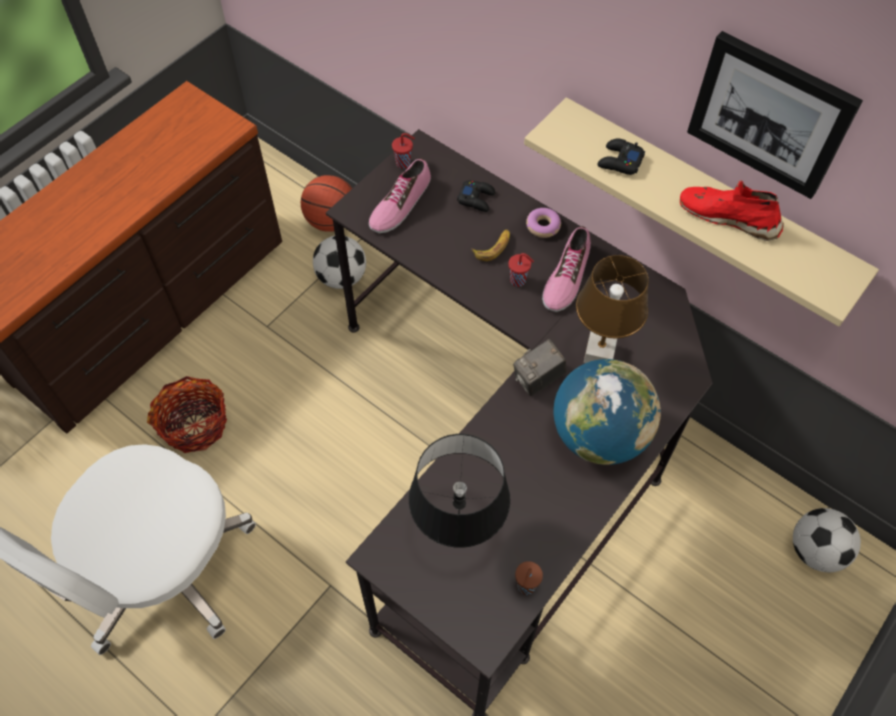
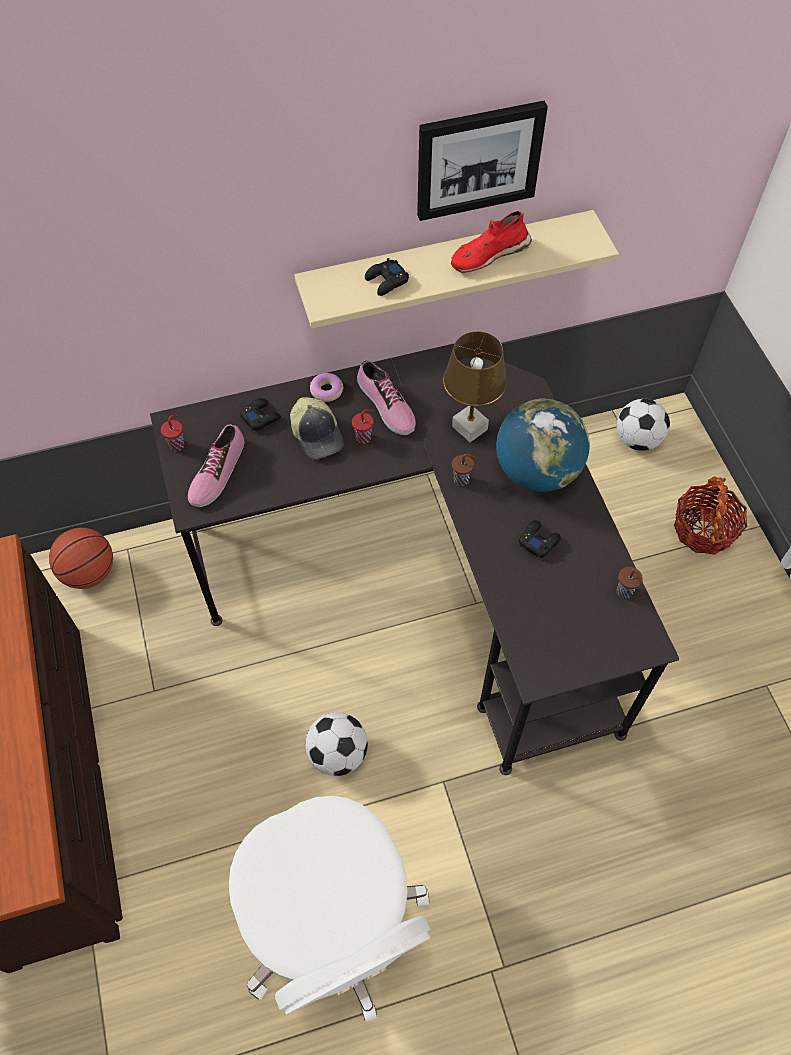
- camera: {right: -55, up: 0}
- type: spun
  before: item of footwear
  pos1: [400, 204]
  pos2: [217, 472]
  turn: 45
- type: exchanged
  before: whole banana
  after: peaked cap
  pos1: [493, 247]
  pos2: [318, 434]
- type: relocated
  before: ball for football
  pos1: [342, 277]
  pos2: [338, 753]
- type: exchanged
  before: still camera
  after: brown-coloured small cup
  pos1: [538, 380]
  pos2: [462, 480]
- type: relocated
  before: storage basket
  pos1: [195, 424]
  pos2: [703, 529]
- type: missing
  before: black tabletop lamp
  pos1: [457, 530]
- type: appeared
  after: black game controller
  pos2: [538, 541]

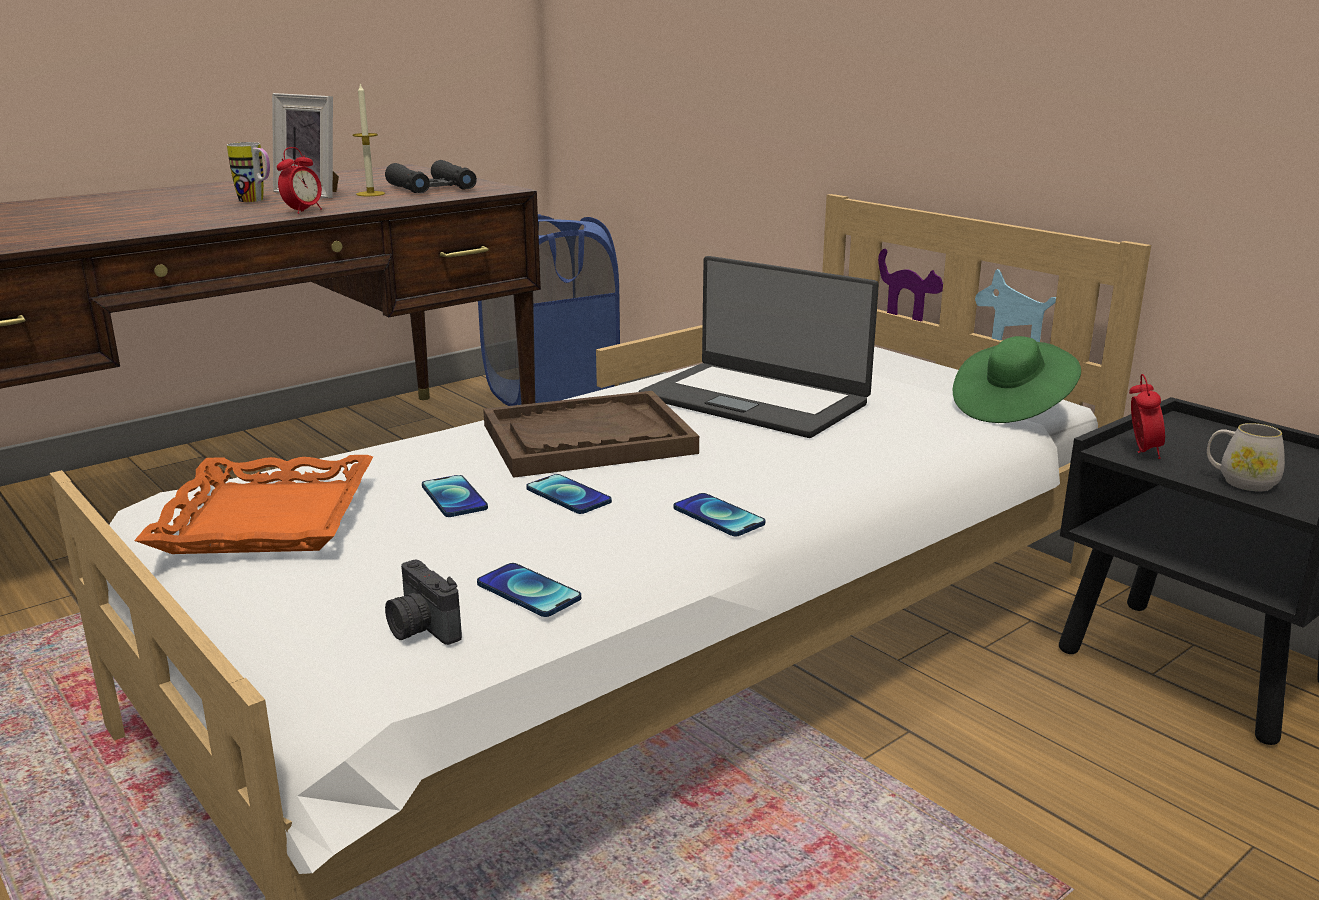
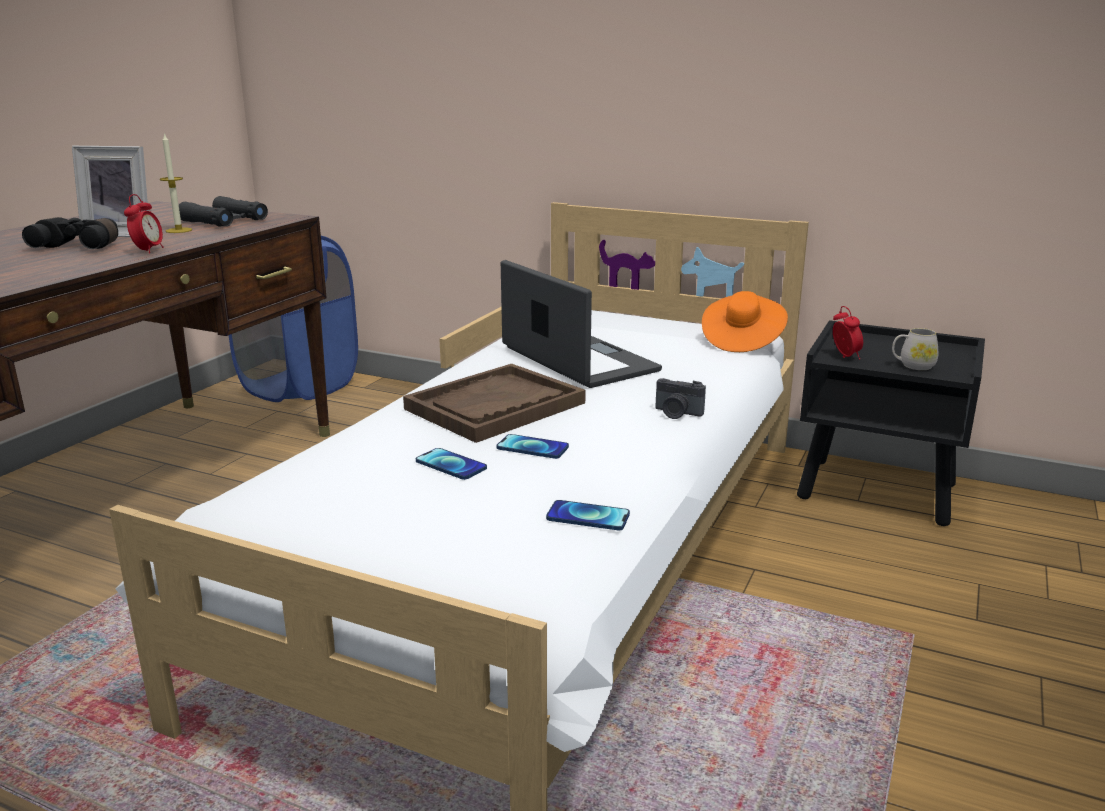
- camera: {right: -25, up: 0}
- type: exchanged
  before: coffee mug
  after: black pair of binoculars
  pos1: [256, 201]
  pos2: [80, 245]
- type: spun
  before: portable computer
  pos1: [755, 400]
  pos2: [577, 360]
  turn: -135
- type: colour
  before: greenish clothing hat
  after: orange-coloured clothing hat
  pos1: [1011, 408]
  pos2: [741, 341]
- type: missing
  before: orange-coloured carrying tray
  pos1: [269, 519]
- type: missing
  before: handset
  pos1: [718, 516]
- type: relocated
  before: still camera
  pos1: [421, 629]
  pos2: [677, 413]

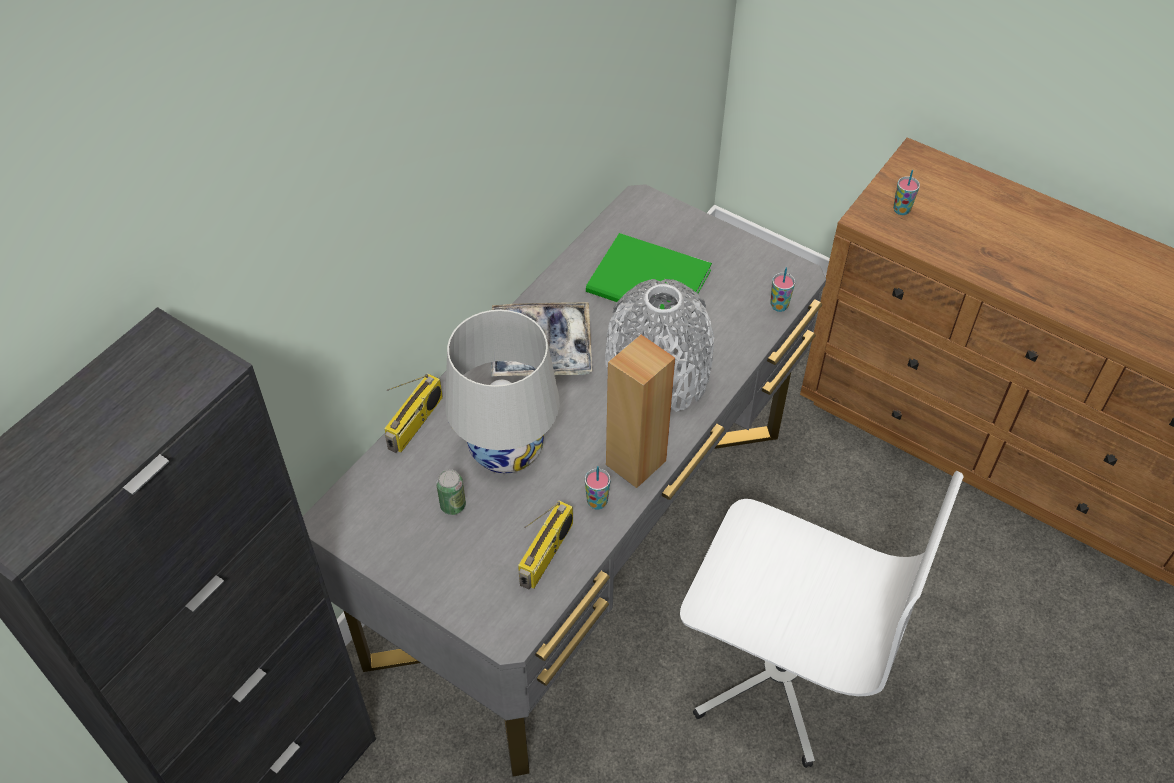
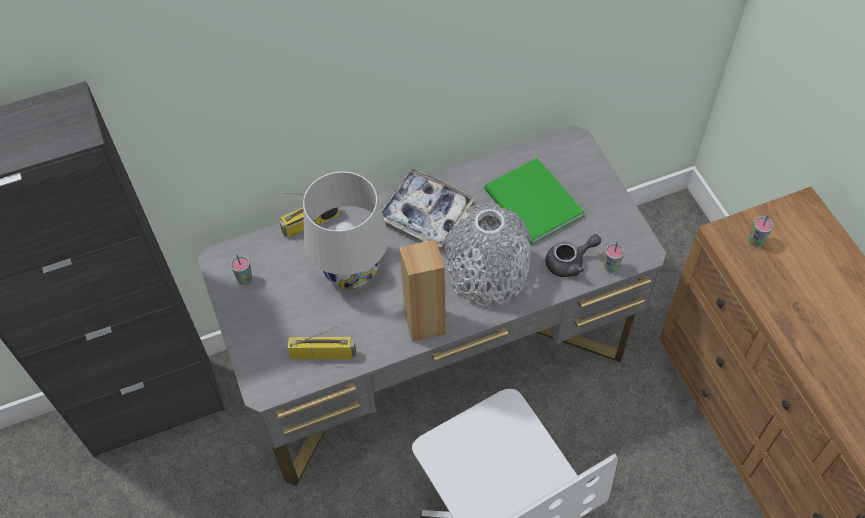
- camera: {right: 35, up: 5}
- type: relocated
  before: small cup
  pos1: [597, 502]
  pos2: [245, 279]
- type: missing
  before: can
  pos1: [453, 505]
- type: spun
  before: radio
  pos1: [546, 555]
  pos2: [323, 353]
  turn: -150
- type: appeared
  after: grey pot for tea
  pos2: [570, 262]

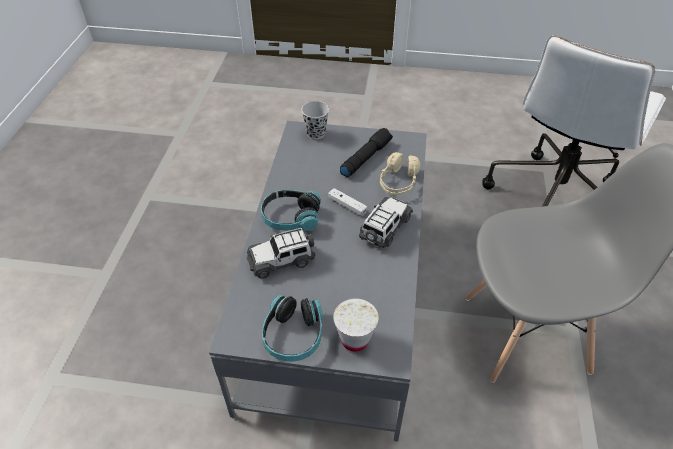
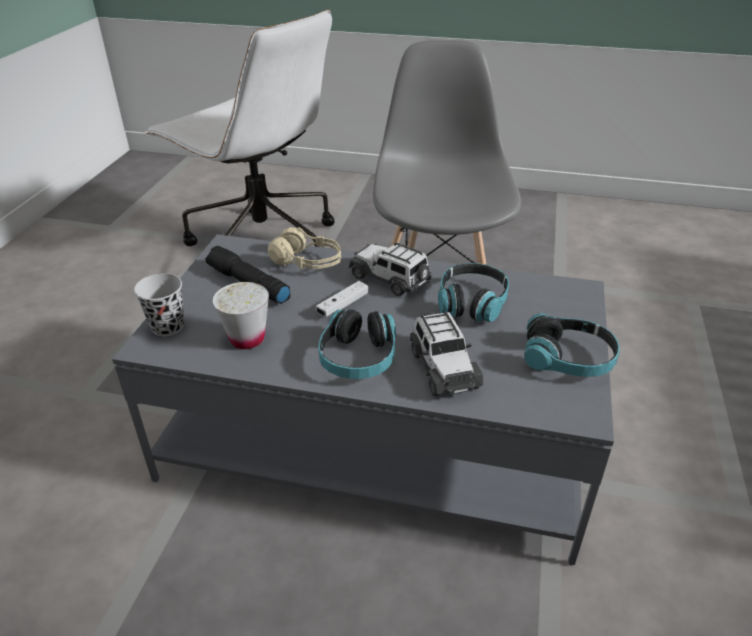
- camera: {right: -85, up: -10}
- type: relocated
  before: whitish small cup
  pos1: [354, 340]
  pos2: [247, 339]
- type: appeared
  after: headset
  pos2: [472, 302]

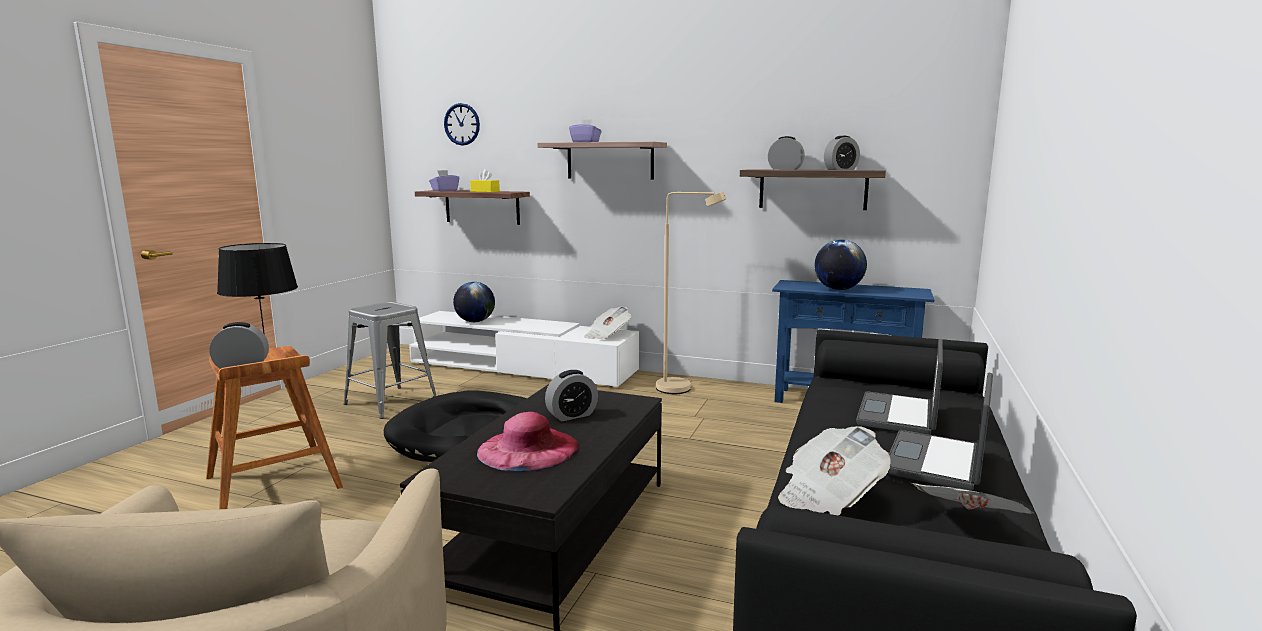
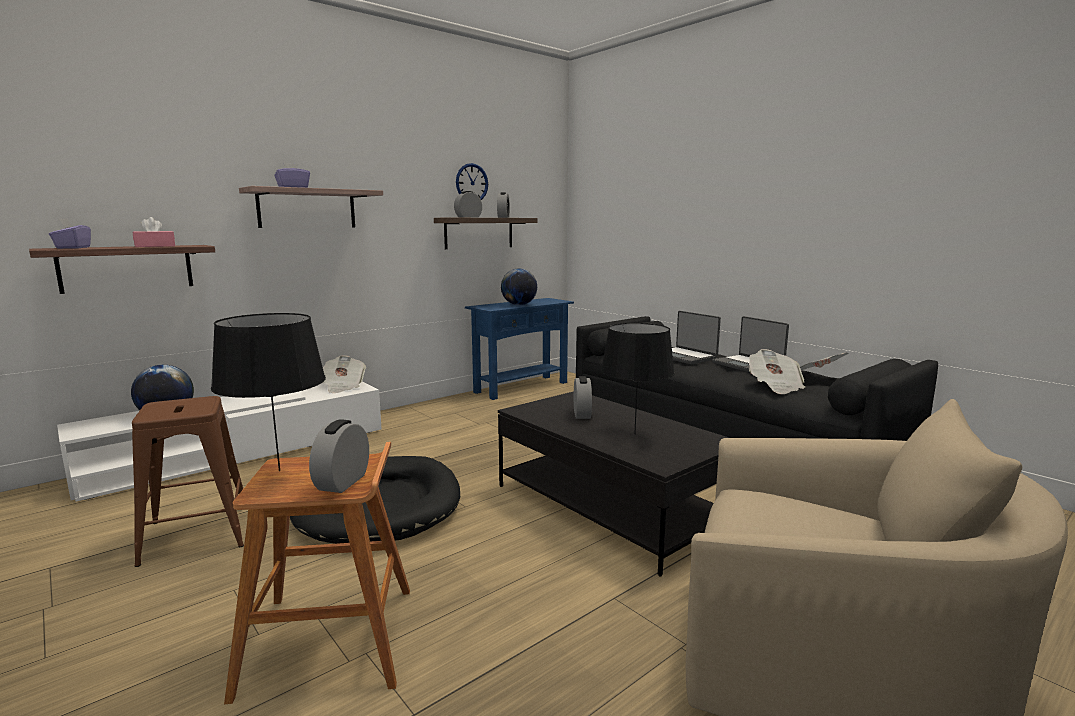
- camera: {right: -60, up: 0}
- type: relocated
  before: wall clock
  pos1: [462, 124]
  pos2: [471, 183]
- type: colour
  before: yellow-coloured tissue box
  after: pinkish tissue box
  pos1: [485, 191]
  pos2: [155, 246]
- type: missing
  before: sand-coloured floor lamp
  pos1: [682, 389]
- type: colour
  before: grey stool
  after: brown-coloured stool
  pos1: [391, 402]
  pos2: [196, 534]
- type: exchanged
  before: pinkish clothing hat
  after: black tabletop lamp
  pos1: [528, 448]
  pos2: [635, 433]

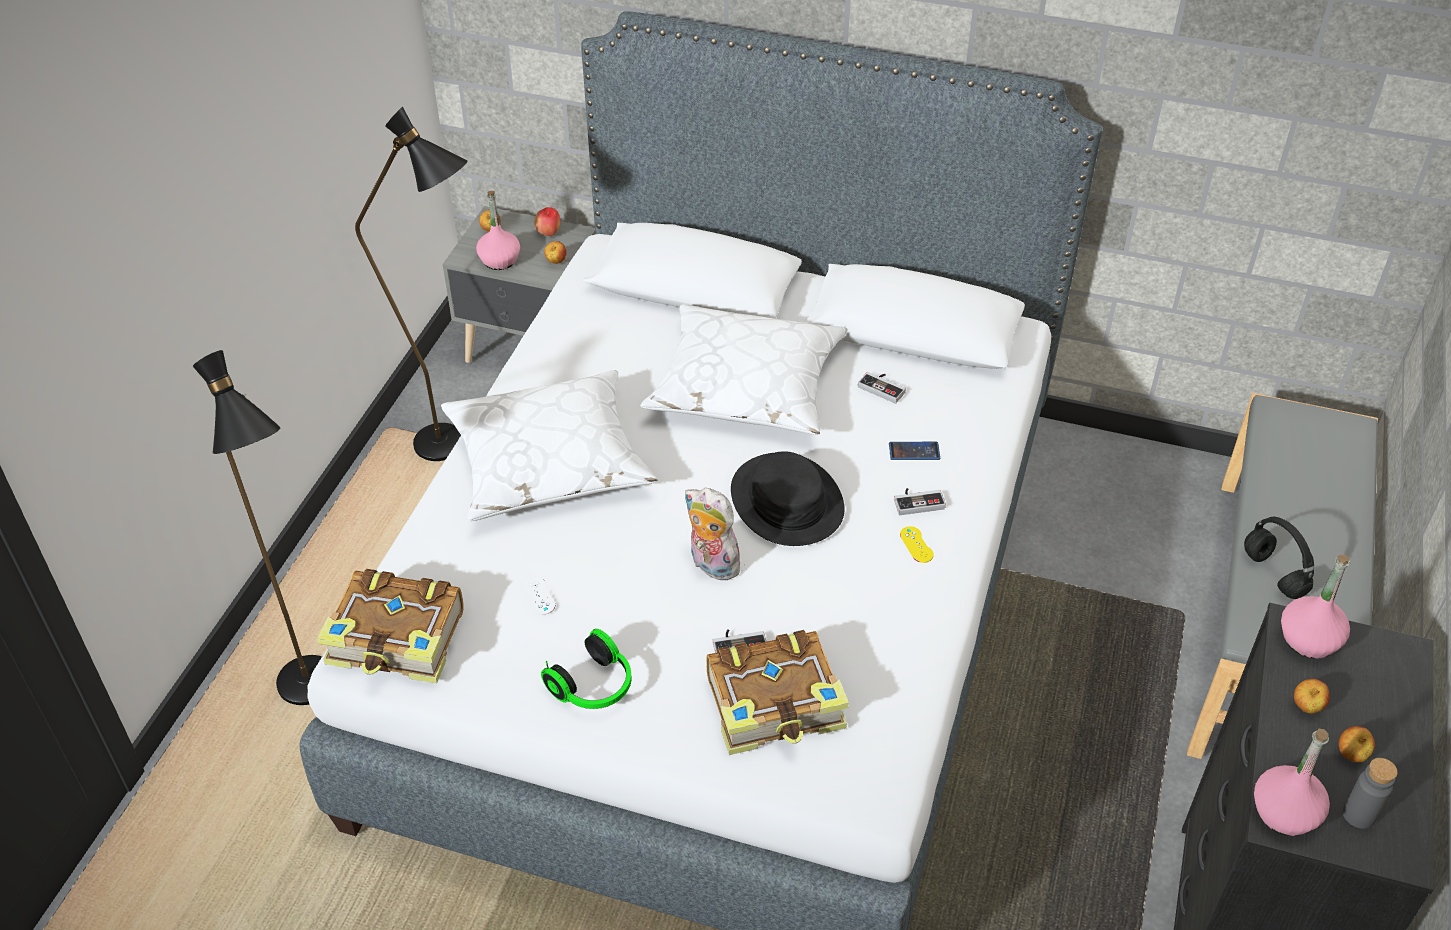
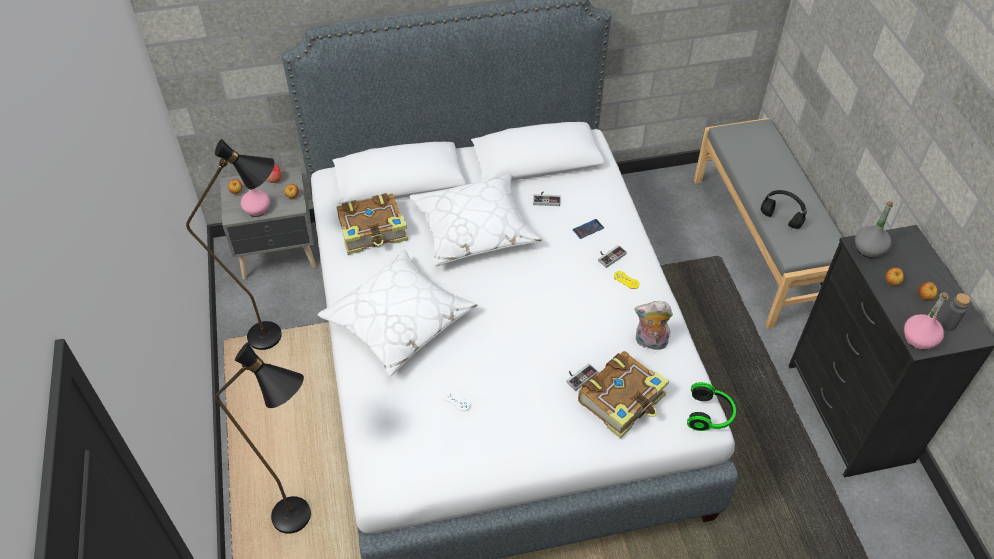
- camera: {right: -30, up: 5}
- type: missing
  before: black clothing hat
  pos1: [786, 501]
- type: relocated
  before: cuddly toy
  pos1: [711, 565]
  pos2: [650, 343]
- type: colour
  before: pinkish drink bottle
  after: grey drink bottle
  pos1: [1308, 639]
  pos2: [869, 249]
- type: relocated
  before: volume
  pos1: [398, 640]
  pos2: [373, 231]
- type: relocated
  before: headset
  pos1: [594, 687]
  pos2: [710, 415]

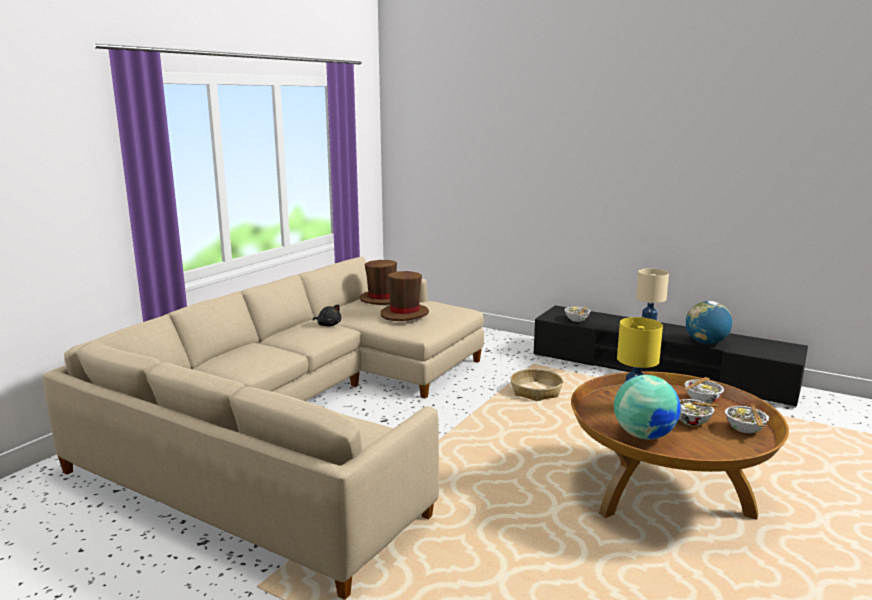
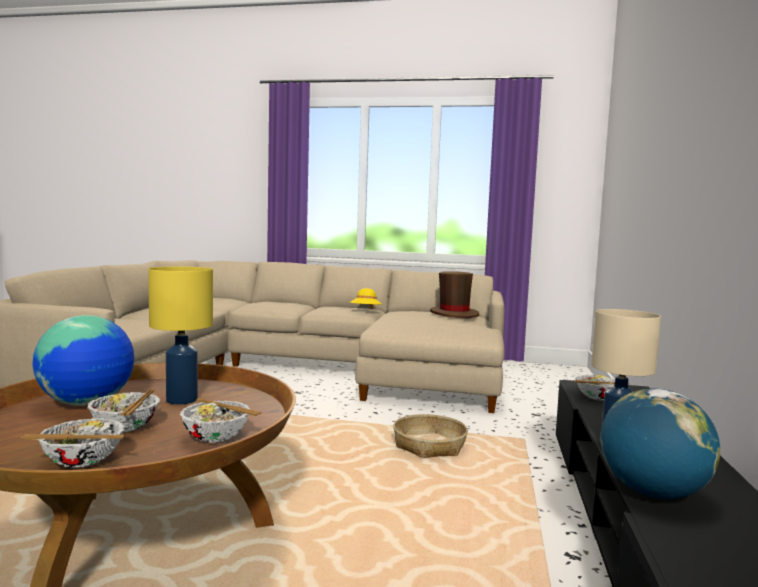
- camera: {right: 70, up: -10}
- type: missing
  before: brown-coloured clothing hat
  pos1: [404, 314]
- type: exchanged
  before: black cuddly toy
  after: yellow-coloured clothing hat
  pos1: [328, 325]
  pos2: [365, 311]

